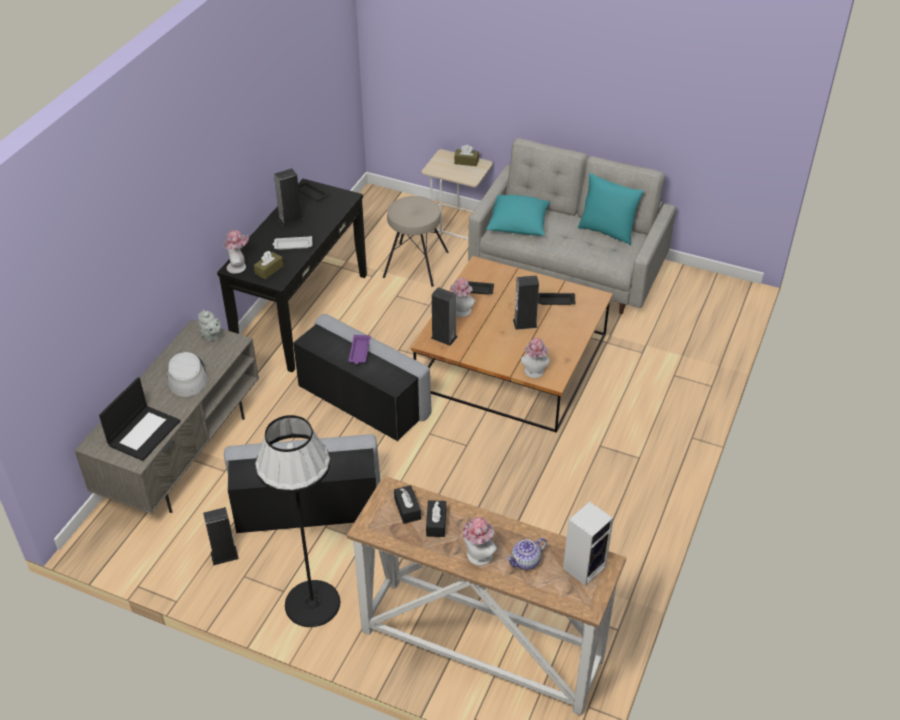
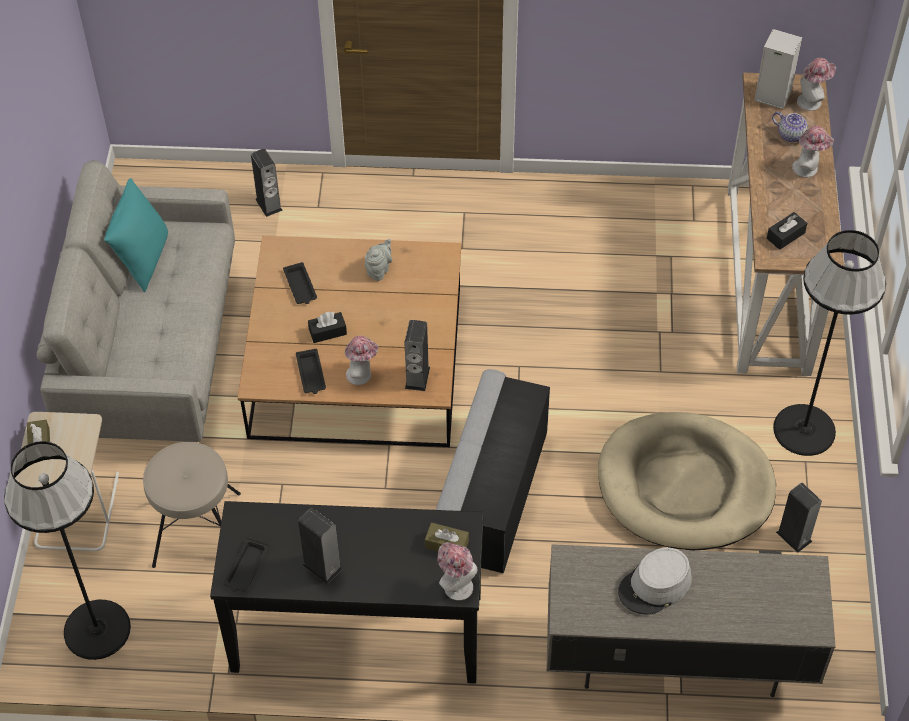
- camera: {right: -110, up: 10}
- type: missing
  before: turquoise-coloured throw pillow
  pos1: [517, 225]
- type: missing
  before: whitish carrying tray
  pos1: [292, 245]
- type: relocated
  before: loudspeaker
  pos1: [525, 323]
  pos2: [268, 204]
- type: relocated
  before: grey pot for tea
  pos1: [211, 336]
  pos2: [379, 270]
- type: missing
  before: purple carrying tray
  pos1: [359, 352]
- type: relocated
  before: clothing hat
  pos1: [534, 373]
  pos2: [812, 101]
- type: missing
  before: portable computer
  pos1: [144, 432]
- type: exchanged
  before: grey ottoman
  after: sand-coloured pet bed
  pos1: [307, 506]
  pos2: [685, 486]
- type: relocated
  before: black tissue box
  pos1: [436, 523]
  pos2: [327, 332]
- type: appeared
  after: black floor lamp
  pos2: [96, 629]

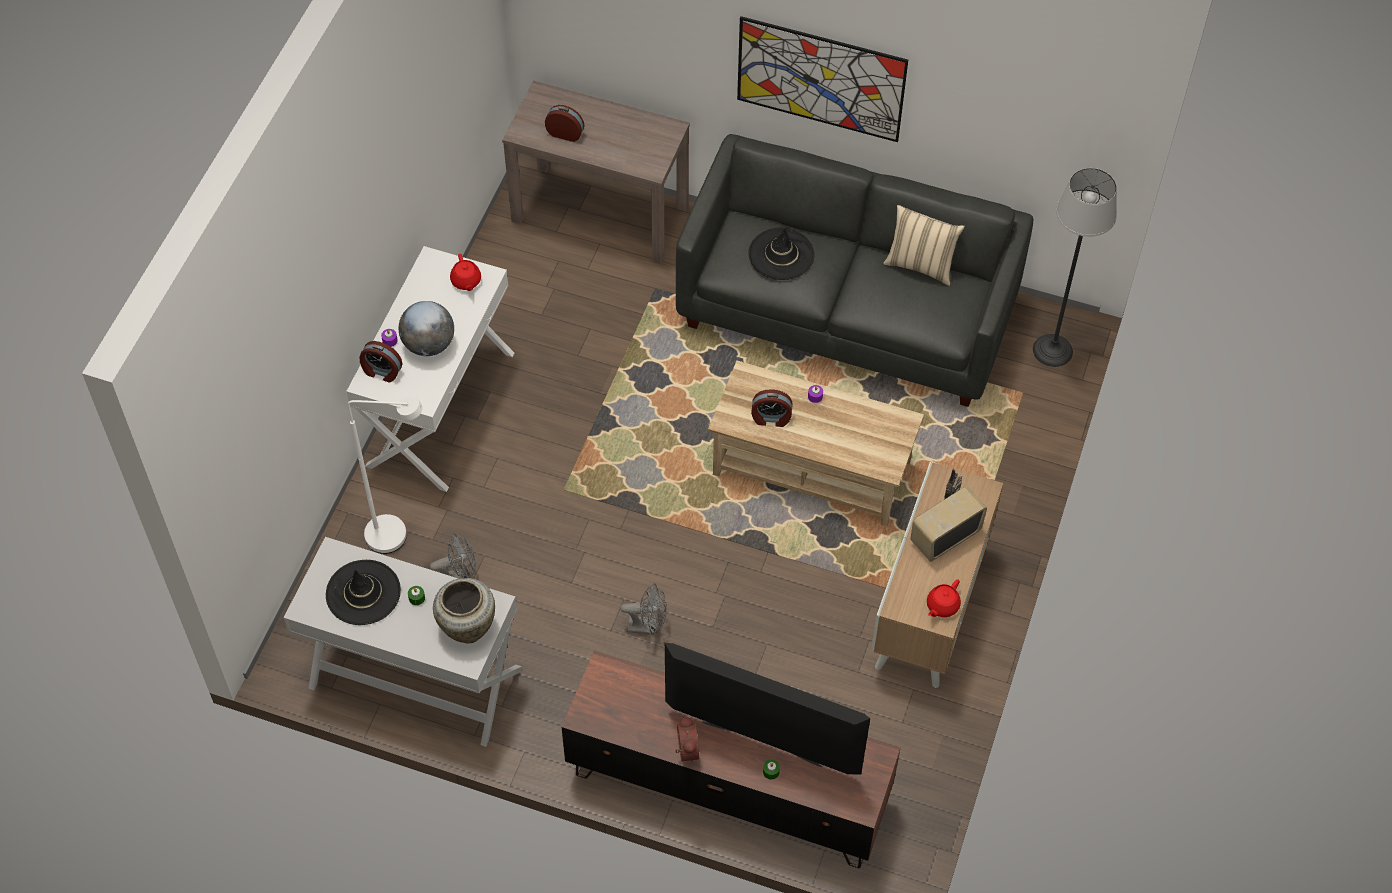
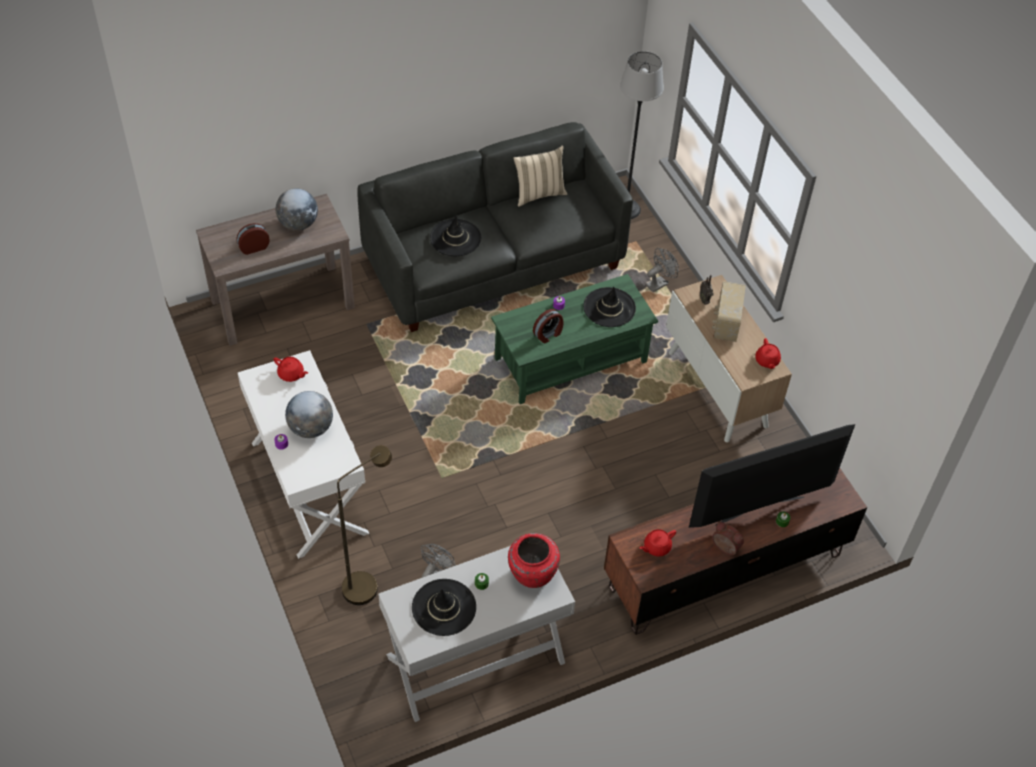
- camera: {right: -45, up: -5}
- type: missing
  before: wall art
  pos1: [820, 79]
- type: missing
  before: table clock
  pos1: [382, 372]
- type: colour
  before: sand-coloured low table
  after: greenish low table
  pos1: [812, 468]
  pos2: [571, 360]
- type: colour
  before: whitish floor lamp
  after: brown-coloured floor lamp
  pos1: [398, 535]
  pos2: [367, 583]
- type: colour
  before: sand-coloured flower vase
  after: reddish flower vase
  pos1: [467, 625]
  pos2: [531, 575]
- type: relocated
  before: grey fan
  pos1: [648, 626]
  pos2: [659, 283]
- type: appeared
  after: world globe
  pos2: [298, 224]
- type: appeared
  after: black clothing hat
  pos2: [609, 307]
- type: appeared
  after: reddish pot for tea
  pos2: [656, 547]

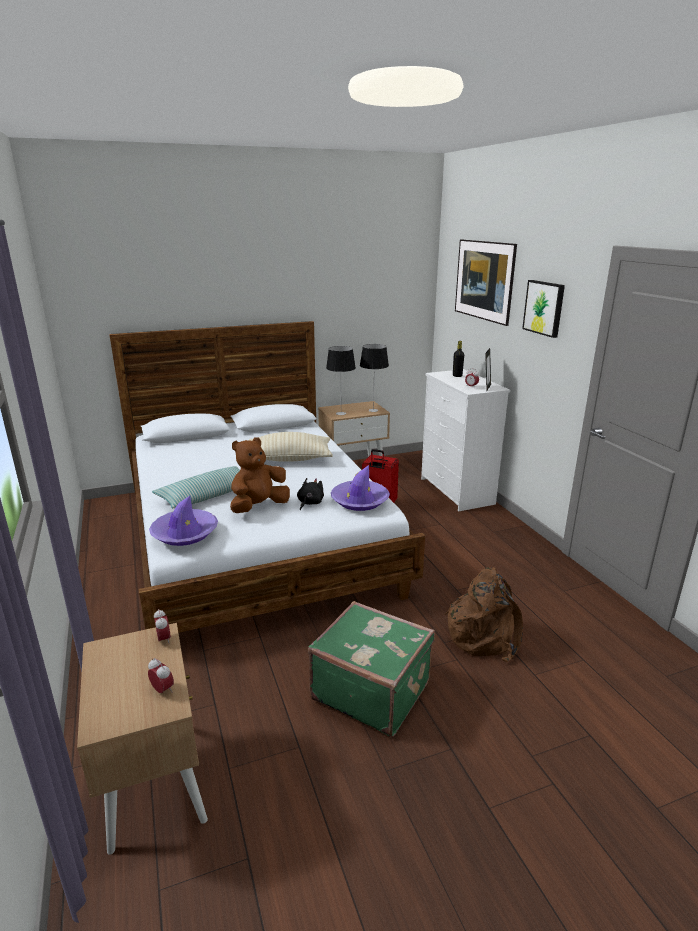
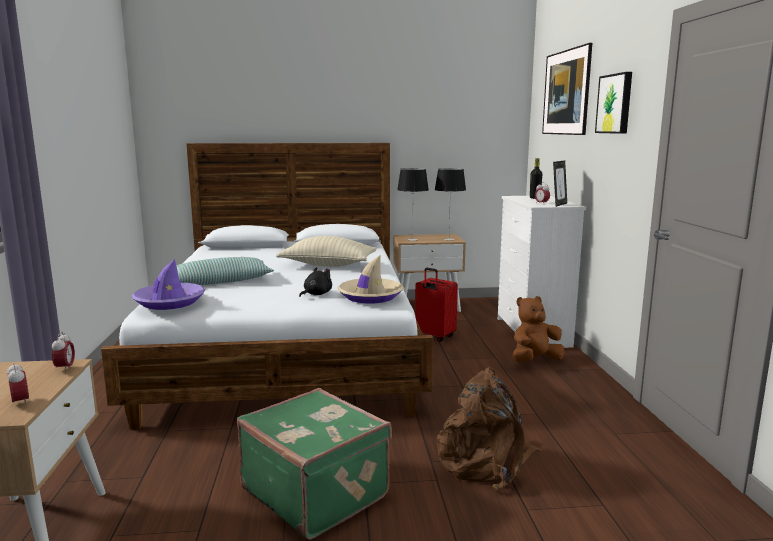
- camera: {right: 15, up: -10}
- type: relocated
  before: brown-coloured cuddly toy
  pos1: [259, 507]
  pos2: [534, 361]
- type: colour
  before: purple clothing hat
  after: sand-coloured clothing hat
  pos1: [359, 501]
  pos2: [370, 296]

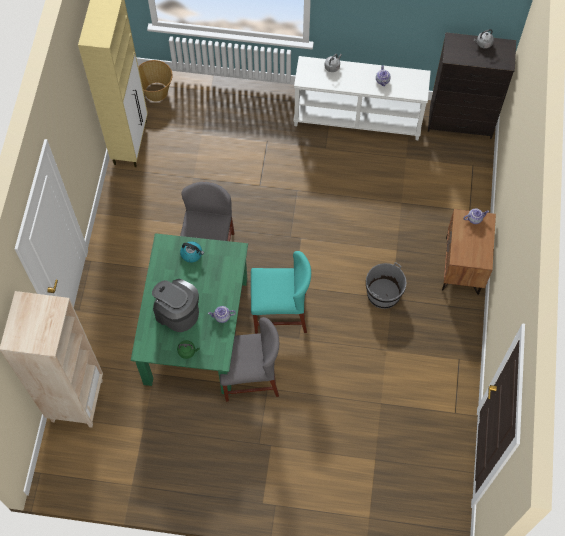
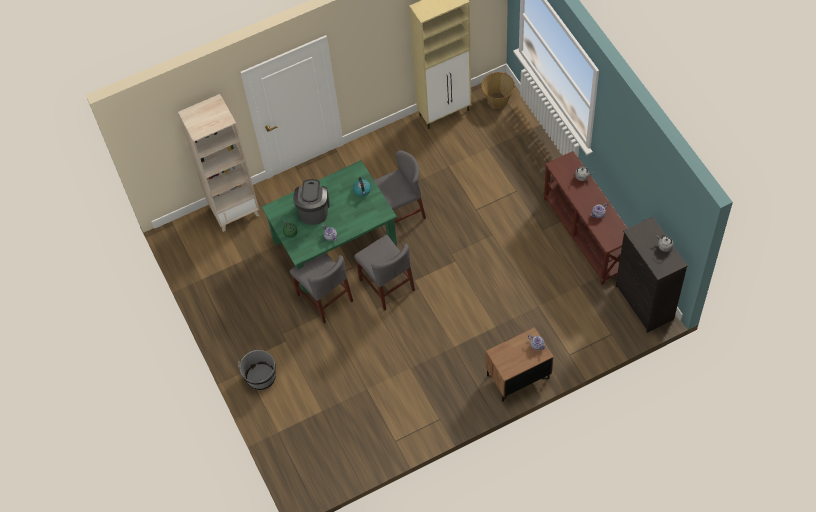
- camera: {right: 60, up: -5}
- type: colour
  before: whitish console table
  after: brown-coloured console table
  pos1: [358, 118]
  pos2: [586, 234]
- type: colour
  before: turquoise-coloured chair
  after: grey chair
  pos1: [280, 313]
  pos2: [386, 285]
- type: relocated
  before: grey pail
  pos1: [383, 294]
  pos2: [261, 377]

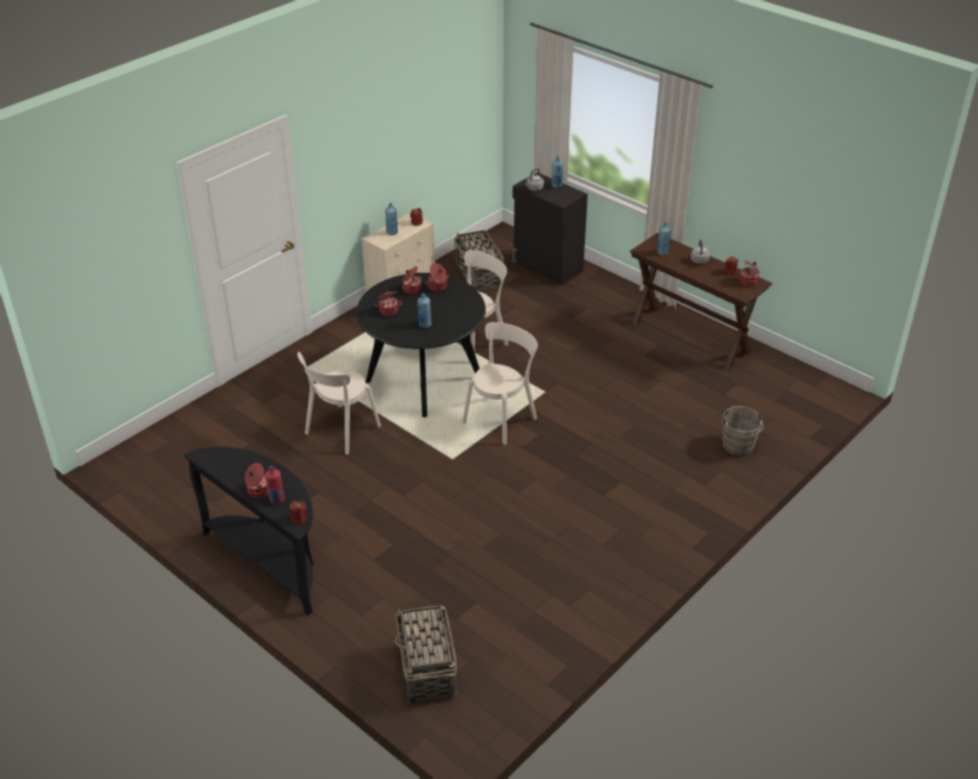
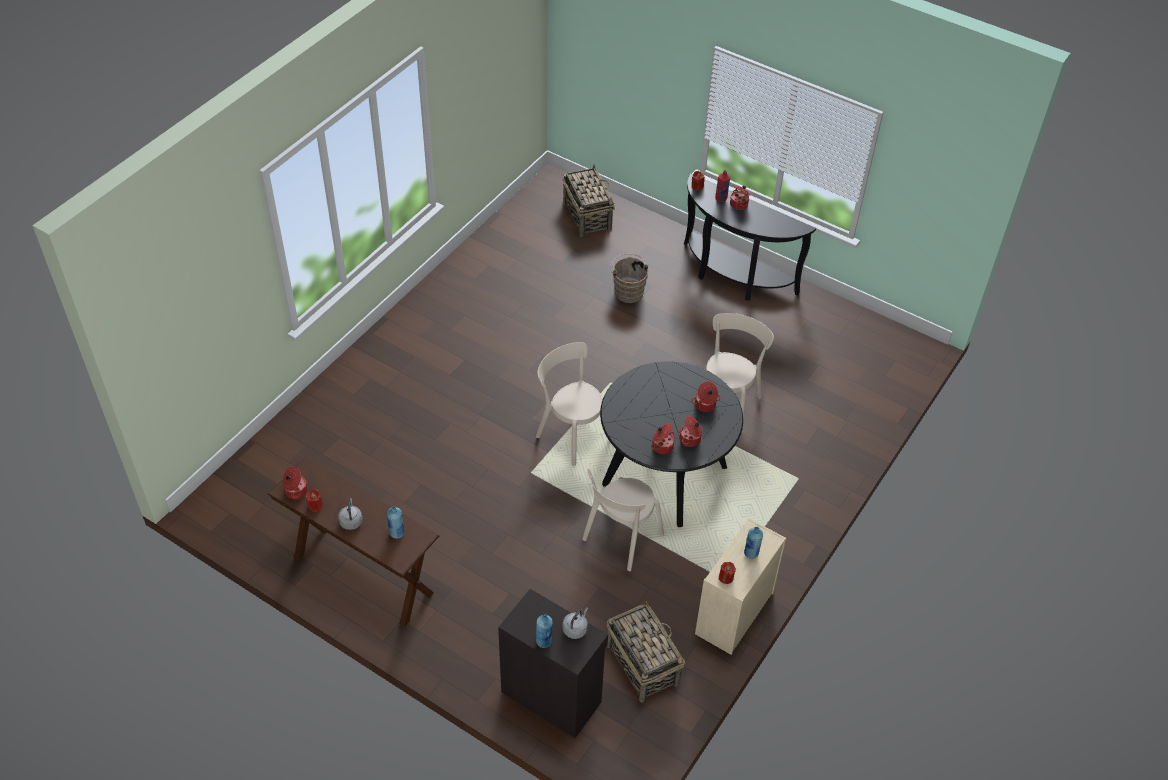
- camera: {right: 170, up: 10}
- type: missing
  before: blue-coloured drink bottle
  pos1: [425, 324]
- type: spun
  before: sand-coloured chair
  pos1: [501, 418]
  pos2: [571, 434]
  turn: 105
- type: relocated
  before: brown-coloured pail
  pos1: [738, 447]
  pos2: [628, 291]

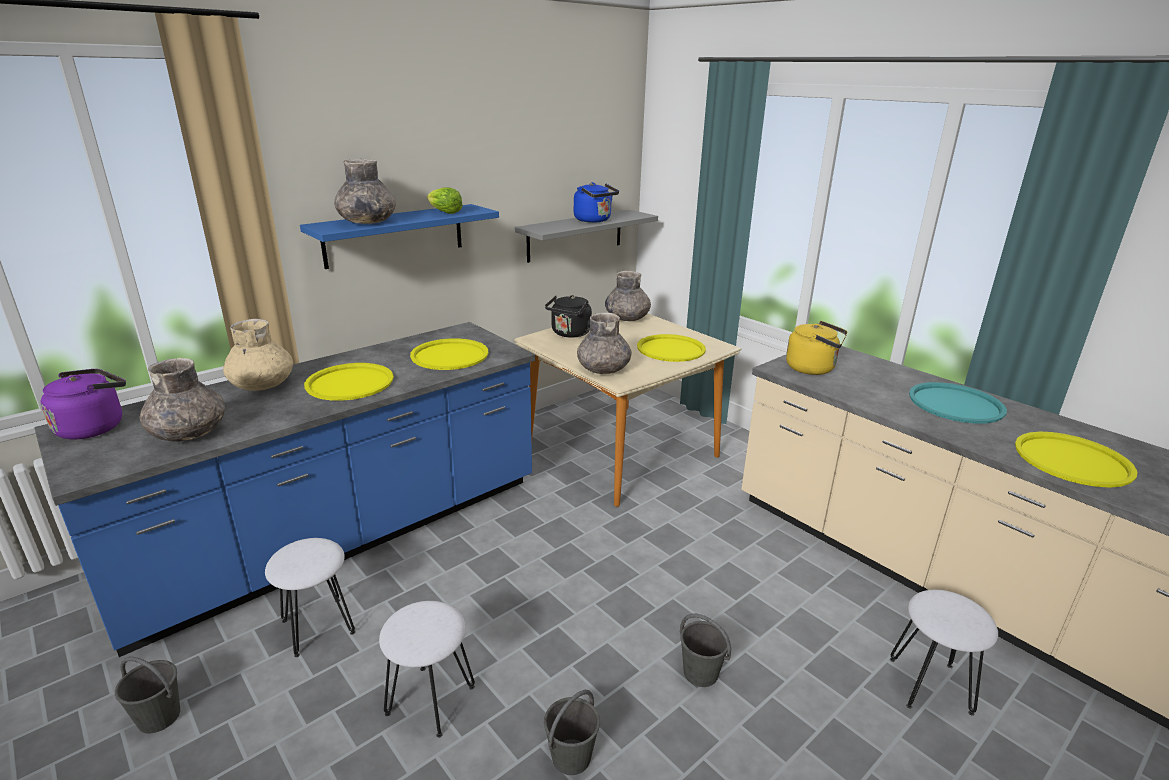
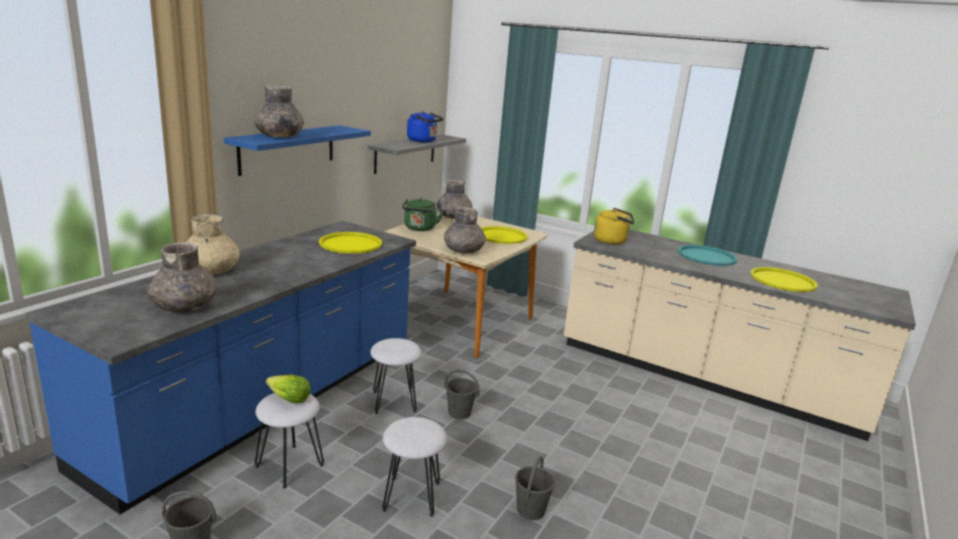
- camera: {right: -20, up: -5}
- type: relocated
  before: lettuce
  pos1: [444, 212]
  pos2: [288, 399]
- type: colour
  before: black tea kettle
  after: greenish tea kettle
  pos1: [570, 334]
  pos2: [419, 229]
- type: missing
  before: yellow-coloured carrying tray
  pos1: [349, 383]
- type: missing
  before: purple tea kettle
  pos1: [94, 427]
- type: relocated
  before: whitish stool
  pos1: [929, 684]
  pos2: [394, 401]
- type: relocated
  before: grey pail
  pos1: [701, 673]
  pos2: [460, 413]

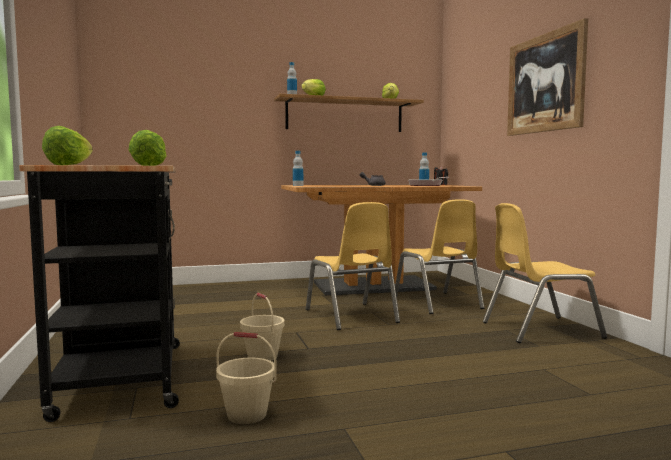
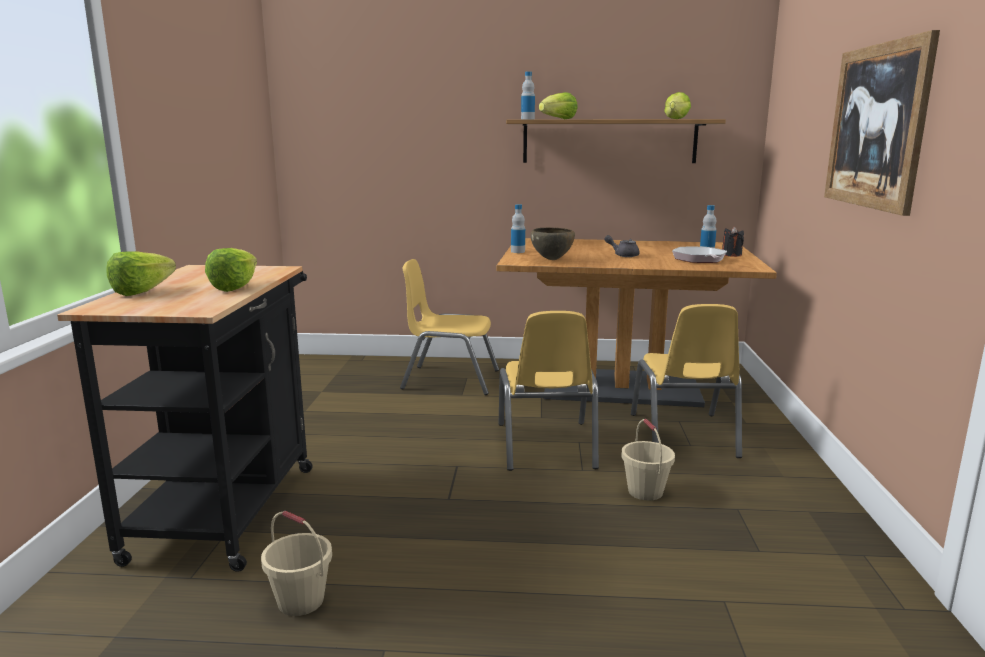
- camera: {right: 20, up: 10}
- type: relocated
  before: yellow-coloured chair
  pos1: [539, 330]
  pos2: [450, 380]
- type: relocated
  before: sand-coloured pail
  pos1: [263, 357]
  pos2: [645, 492]
- type: appeared
  after: brown-coloured serving bowl
  pos2: [552, 259]

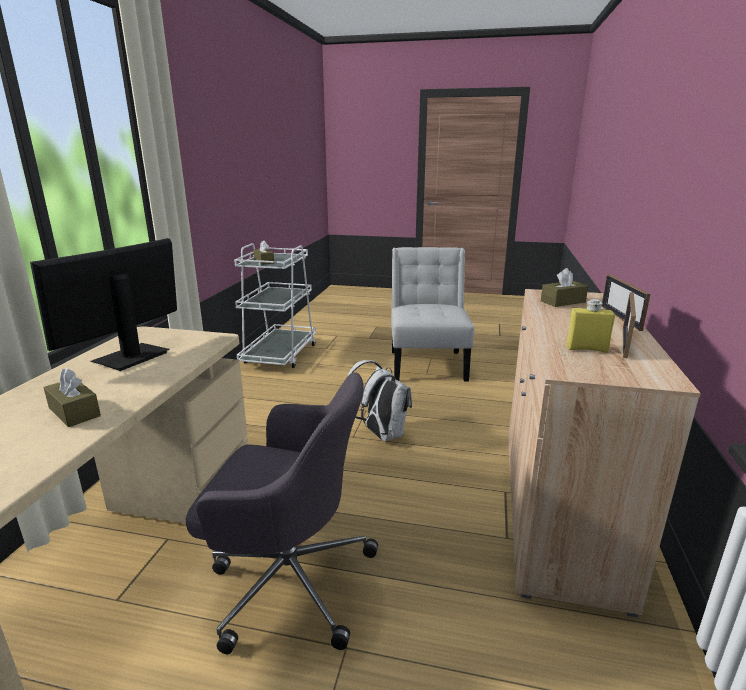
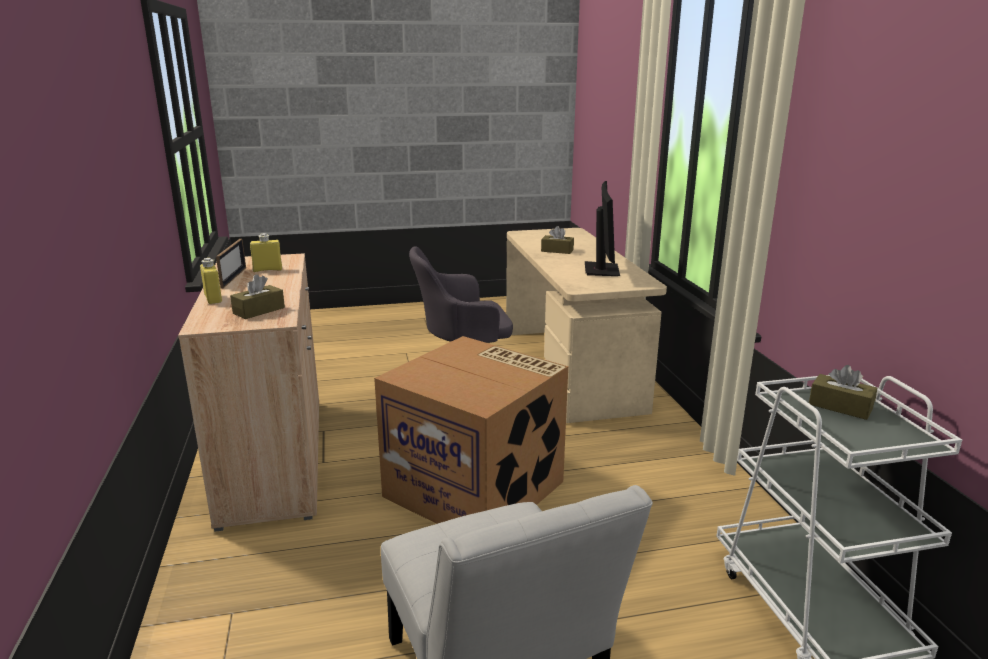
- camera: {right: 155, up: 0}
- type: exchanged
  before: standing frame
  after: yellow-coloured drink bottle
  pos1: [620, 318]
  pos2: [213, 299]
- type: exchanged
  before: whitish rucksack
  after: carton
  pos1: [380, 434]
  pos2: [477, 489]

